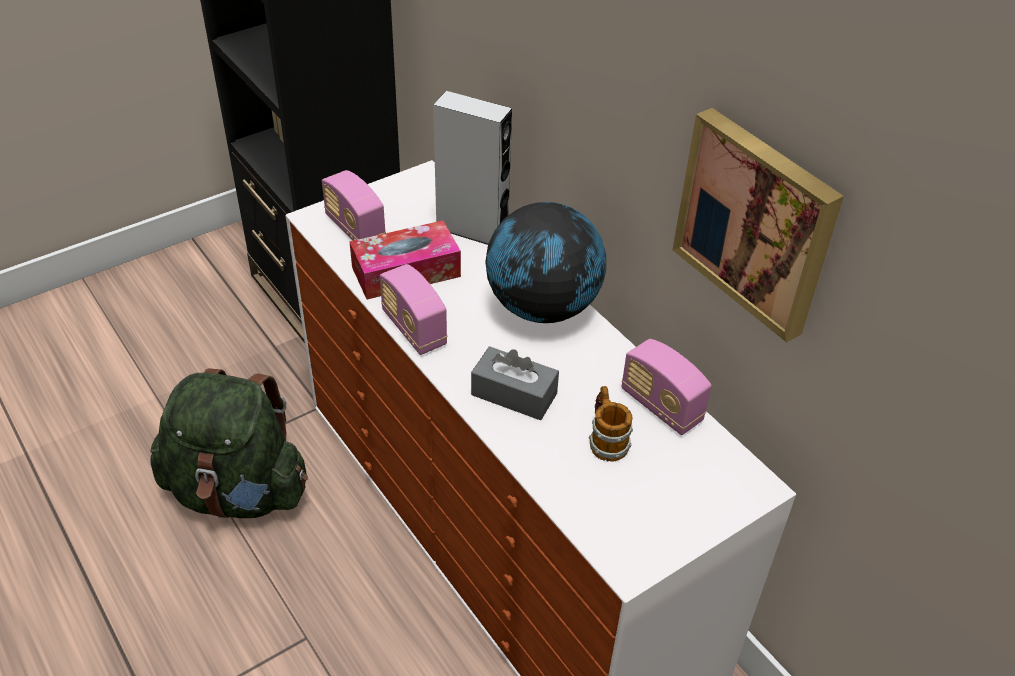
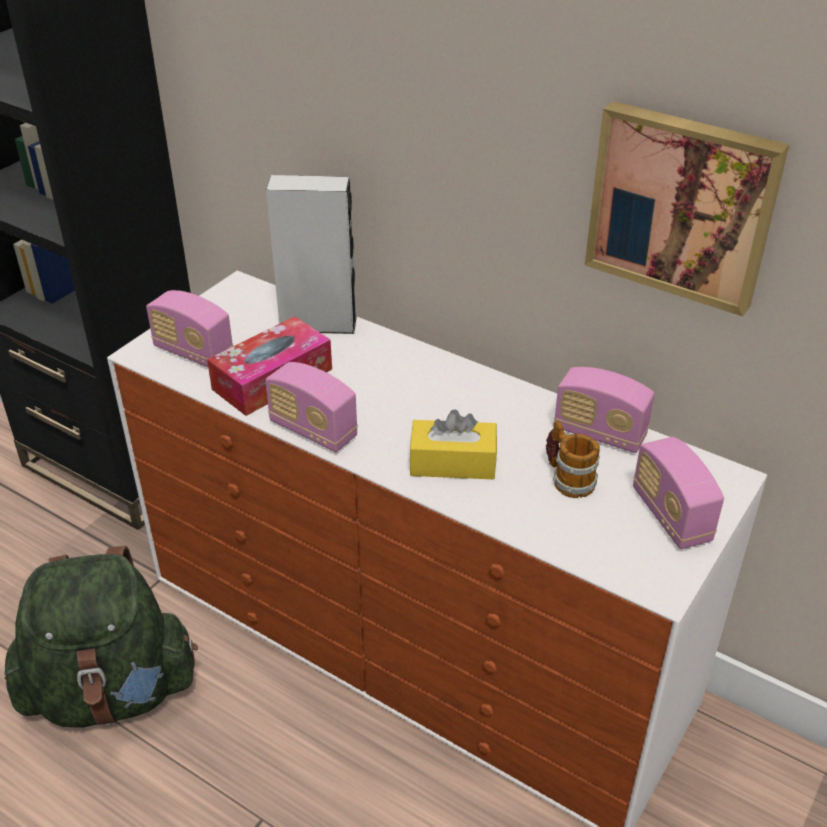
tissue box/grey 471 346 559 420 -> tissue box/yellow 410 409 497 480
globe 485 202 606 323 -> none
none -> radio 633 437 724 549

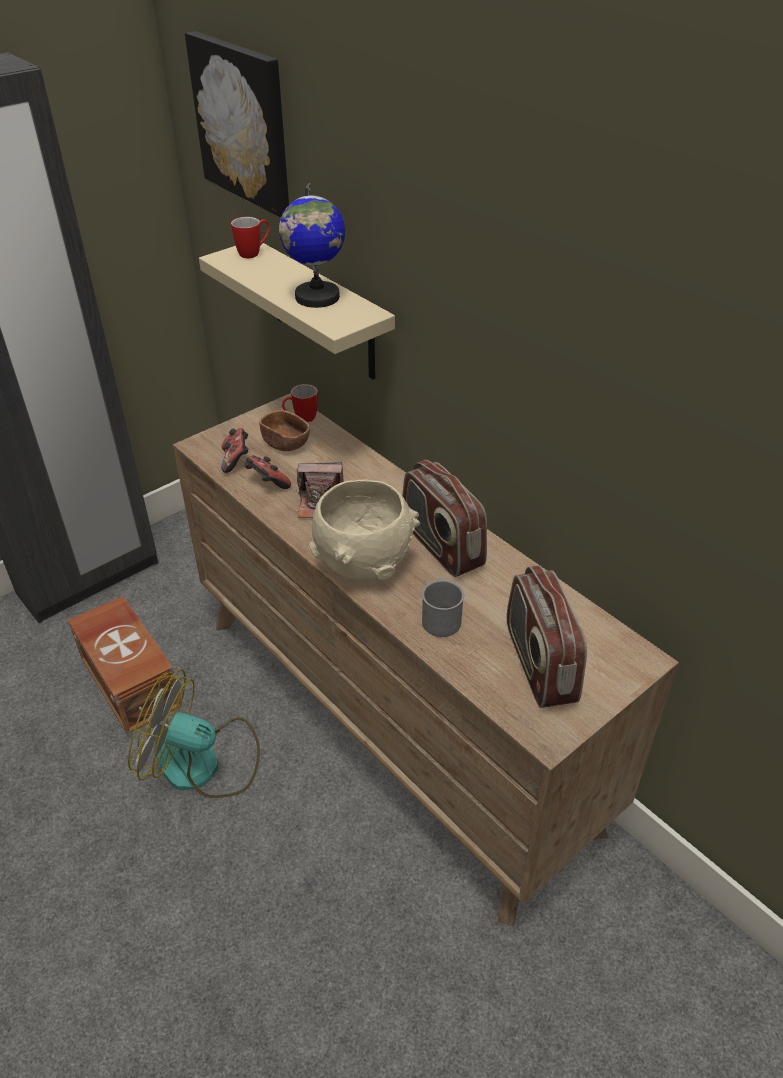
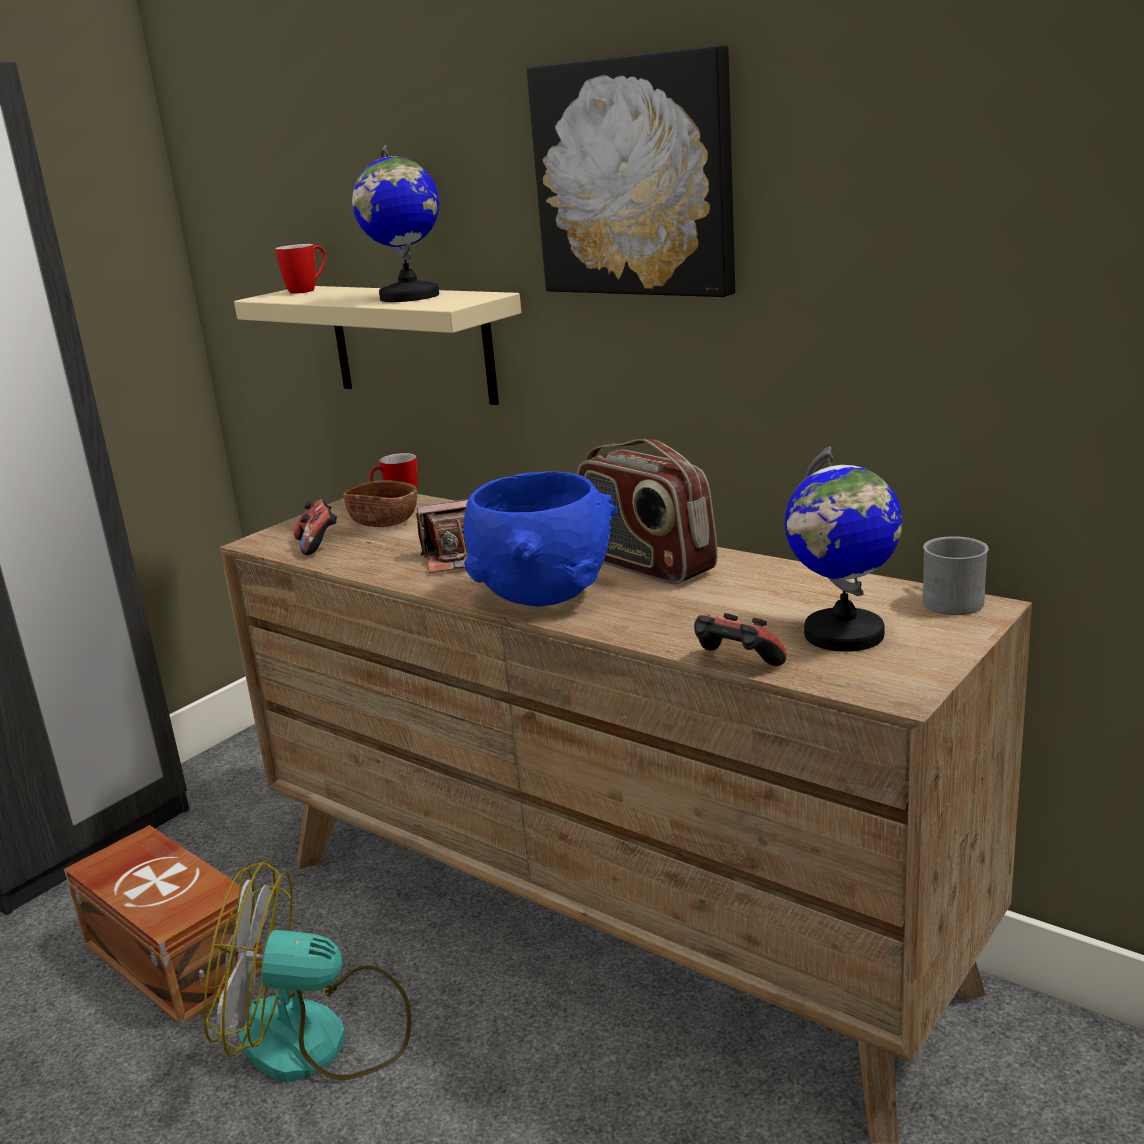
picture 185 31 289 217 -> picture 527 45 735 297, relocated
game controller 245 455 291 489 -> game controller 694 613 786 666, relocated
bowl/beige 309 480 420 580 -> bowl/blue 463 471 618 607
mug/grey 422 578 464 637 -> mug/grey 923 536 989 615, relocated
radio 507 566 587 708 -> globe 785 446 902 652

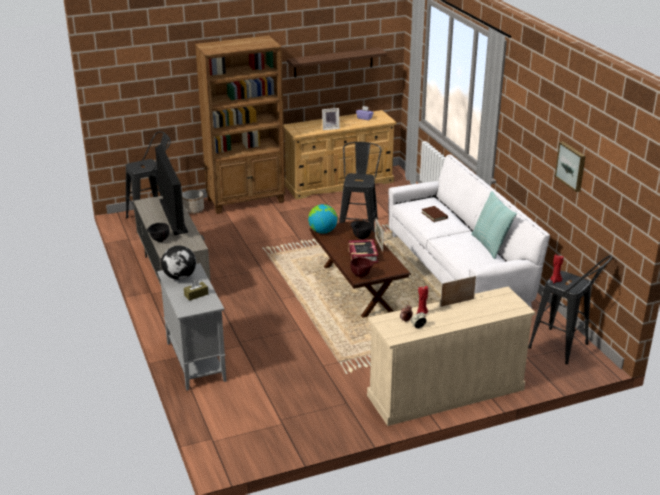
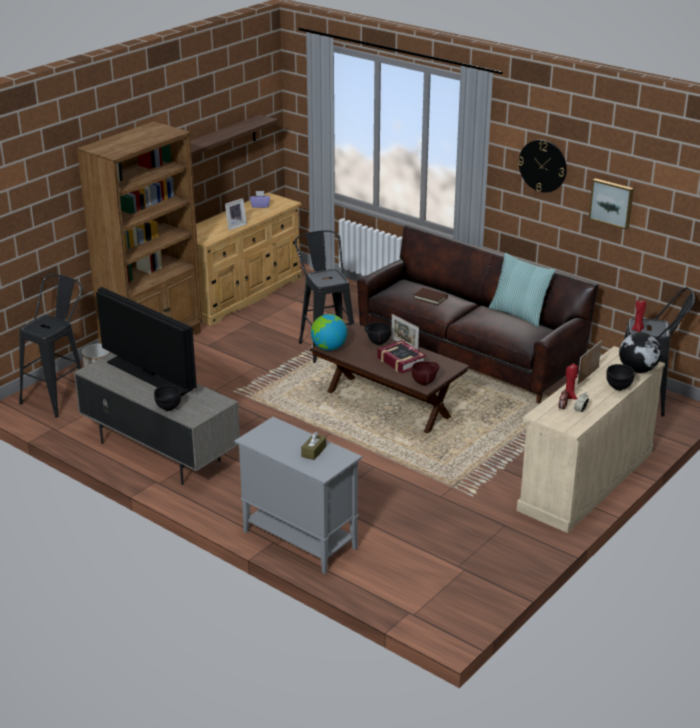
globe 161 246 196 280 -> globe 619 332 661 373, relocated
sofa/white 388 155 550 308 -> sofa/brown 357 225 599 404
none -> wall clock 518 140 567 193
none -> bowl/black 606 364 635 391

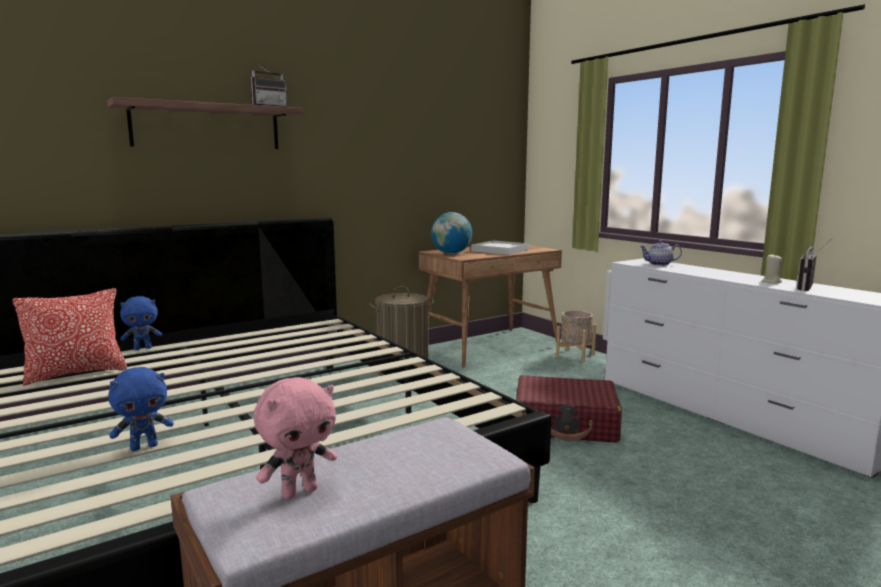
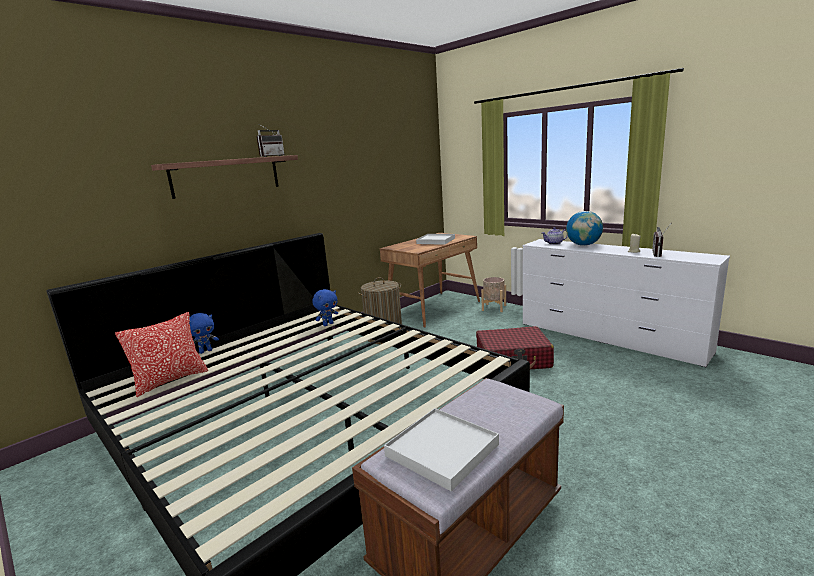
plush toy/blue 108 367 174 451 -> plush toy/blue 312 289 338 326, relocated
plush toy/pink 254 377 337 499 -> tray/white 384 408 499 491
globe 431 212 472 254 -> globe 566 211 603 246, relocated

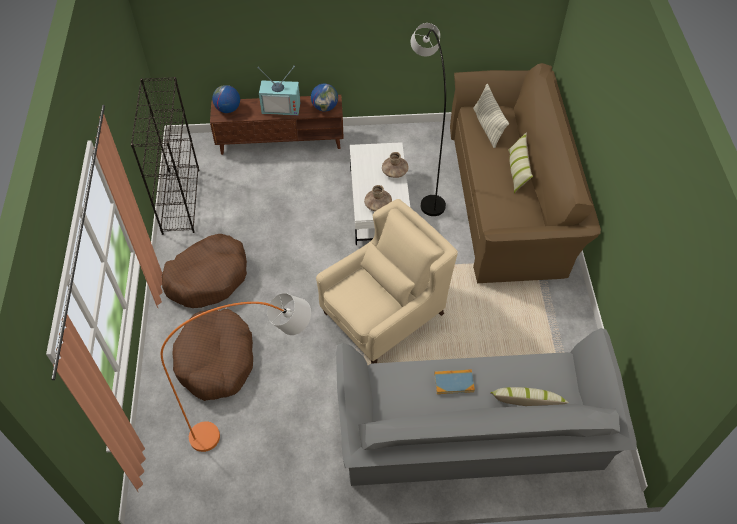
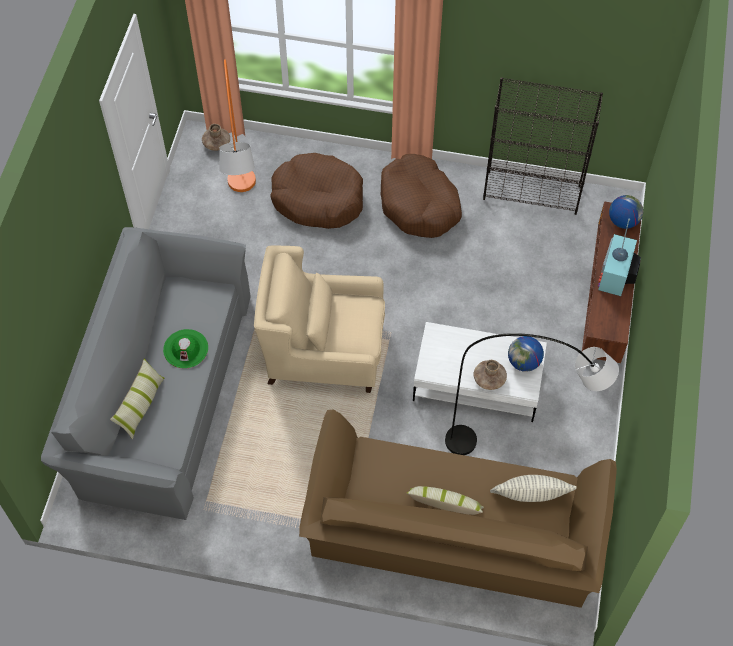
globe 311 84 338 112 -> globe 508 336 544 372, relocated
armchair/beige 316 199 458 364 -> armchair/beige 254 246 385 393, 120 degrees clockwise
vase/brown 364 185 392 211 -> vase/brown 202 124 230 151, relocated
book 434 369 475 394 -> hat/green 163 329 208 369

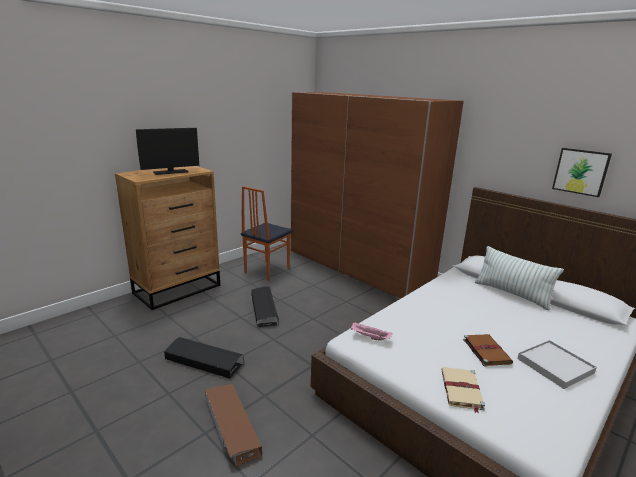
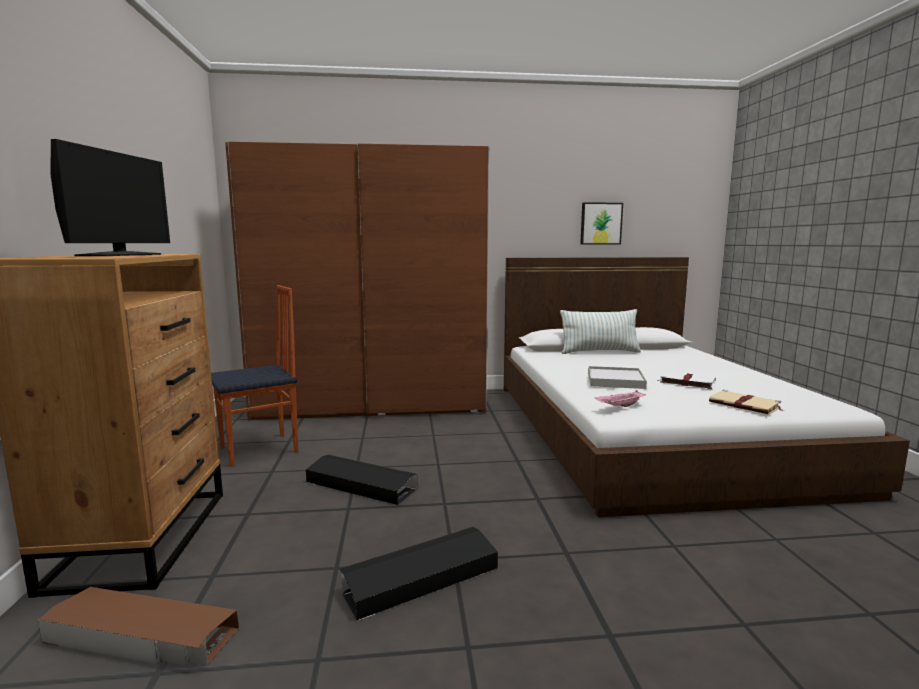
storage box/brown 205 384 263 466 -> storage box/brown 38 587 239 665, relocated
chair 241 186 293 281 -> chair 211 285 298 467, 105 degrees counterclockwise
book/brown 463 334 513 366 -> book/white 656 371 716 389
tray/white 517 340 597 389 -> tray/white 588 366 647 389, relocated

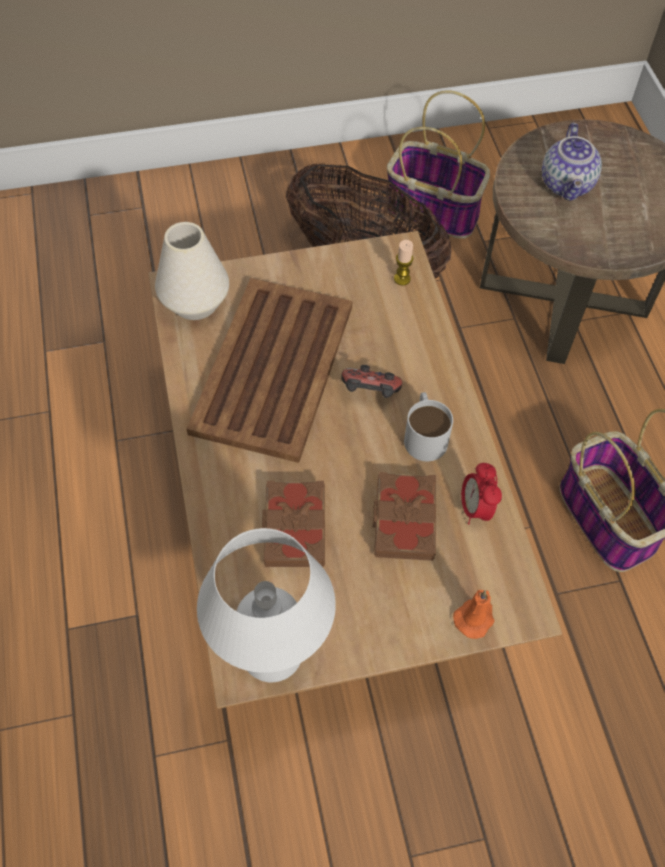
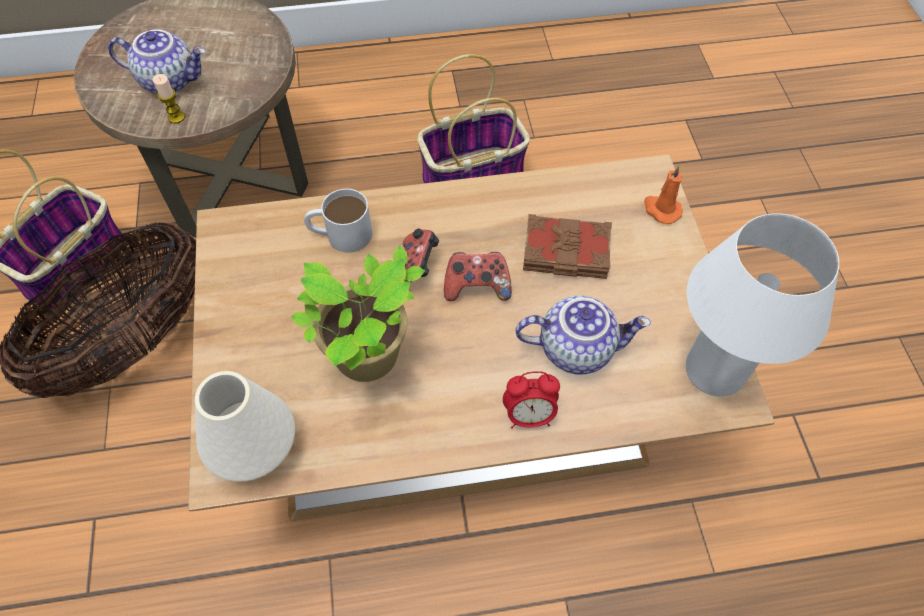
tray/brown 187 278 353 463 -> potted plant 291 245 425 382
book/brown 262 481 325 567 -> teapot 516 296 651 374
candle 394 240 413 286 -> candle 153 74 185 124, relocated
mug/white 404 392 453 461 -> mug/white 304 189 372 253, relocated
alarm clock 461 463 502 524 -> alarm clock 503 371 560 429, relocated
none -> game controller 444 252 512 301

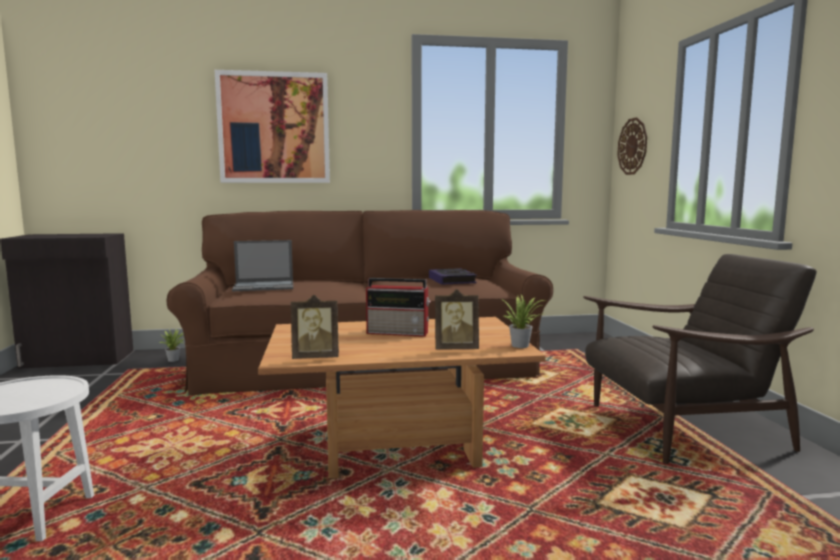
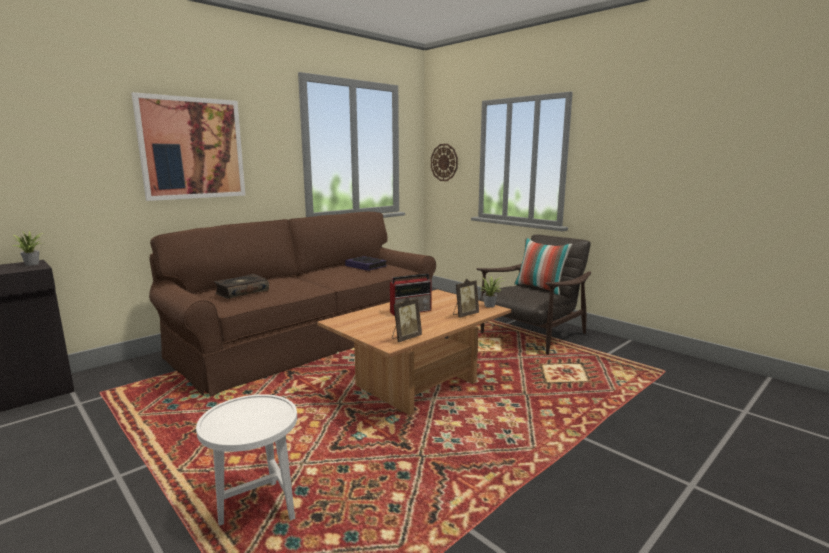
potted plant 159 329 185 362 -> potted plant 12 230 45 266, relocated
laptop 232 240 293 291 -> book 214 274 269 299
none -> pillow 514 238 573 295

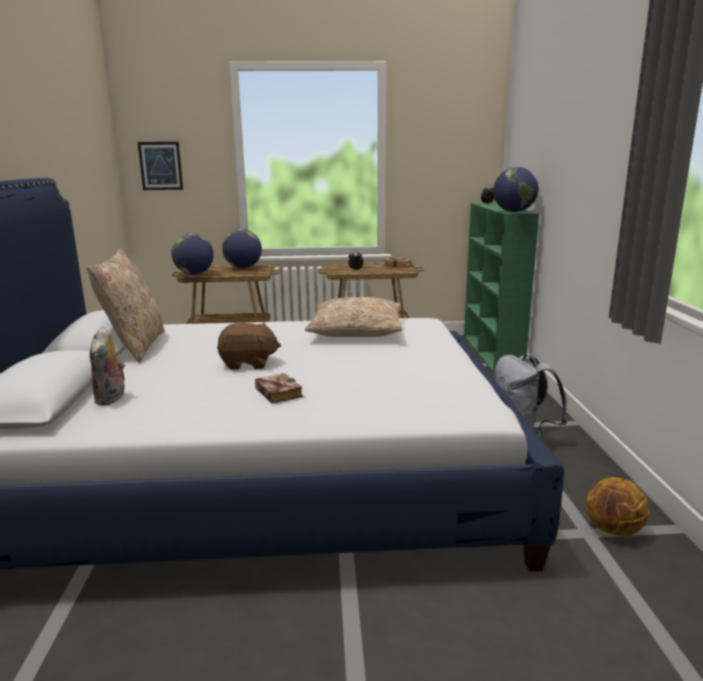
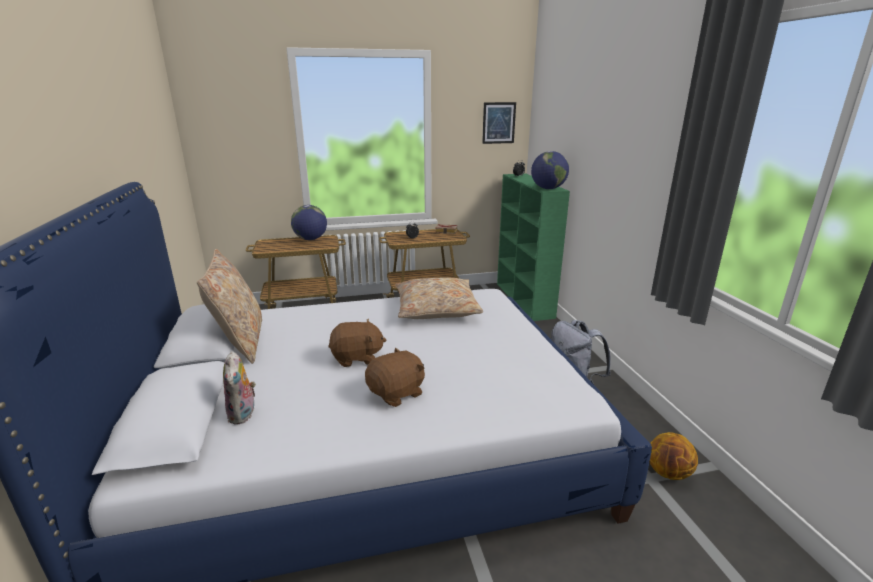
picture 138 142 183 190 -> picture 482 102 516 144, relocated
globe 171 233 214 275 -> none
book 255 373 303 404 -> plush toy/brown 365 347 425 407

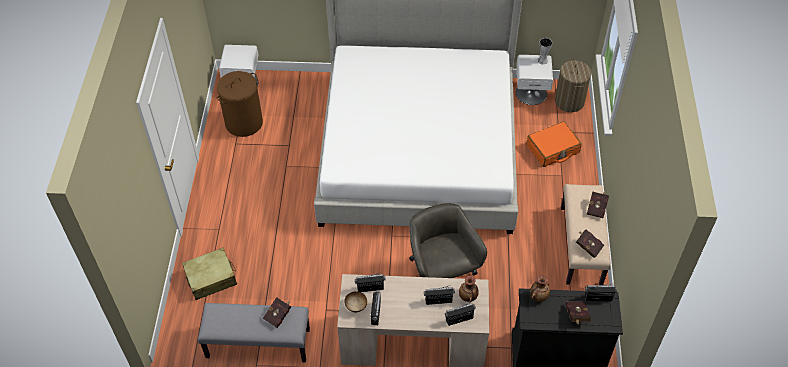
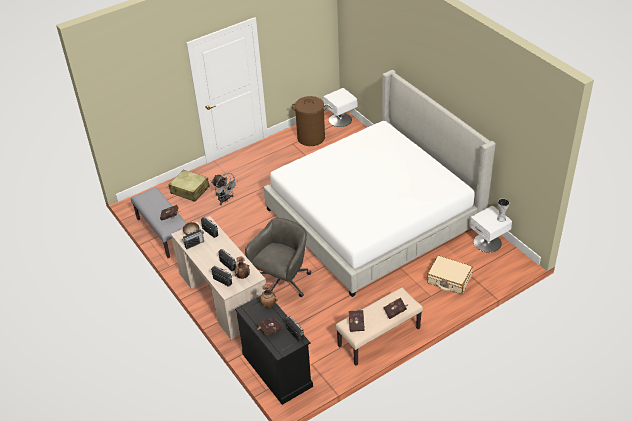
suitcase/orange 527 121 582 167 -> suitcase/beige 427 255 473 294
laundry basket 555 59 592 112 -> none
none -> fan/grey 212 173 237 205

